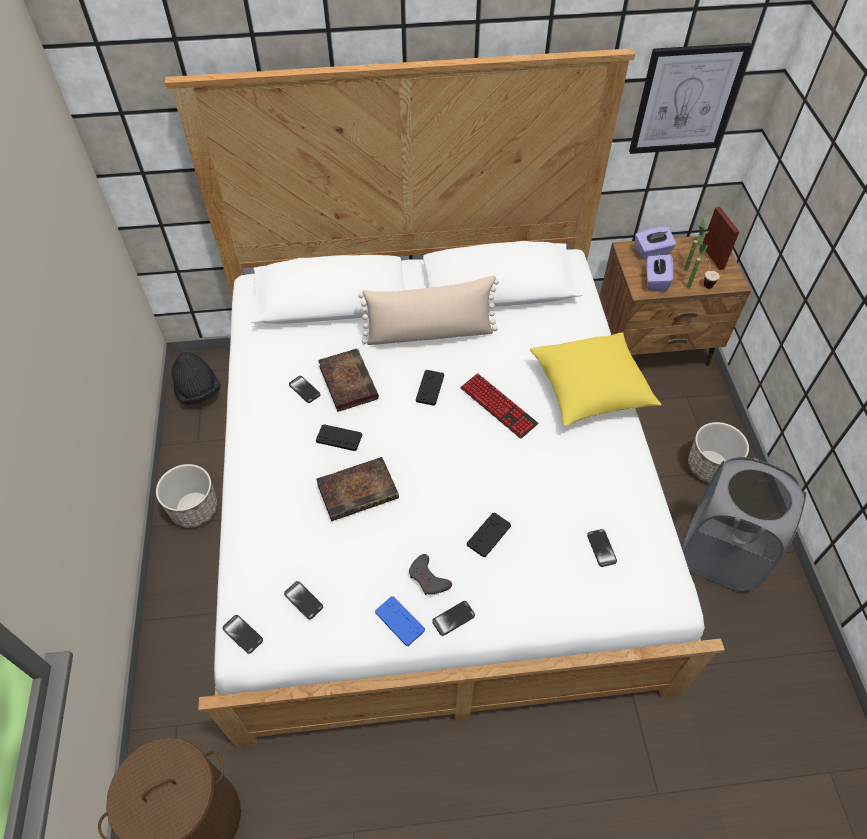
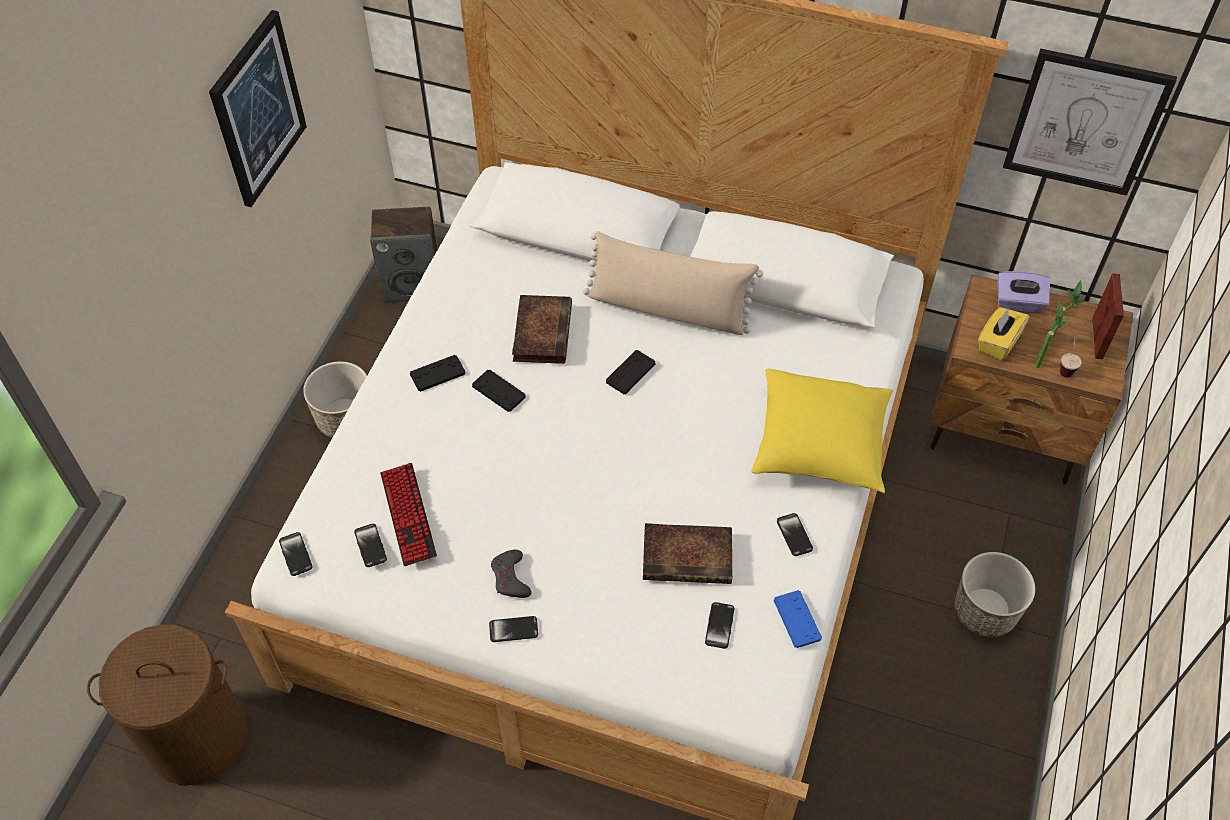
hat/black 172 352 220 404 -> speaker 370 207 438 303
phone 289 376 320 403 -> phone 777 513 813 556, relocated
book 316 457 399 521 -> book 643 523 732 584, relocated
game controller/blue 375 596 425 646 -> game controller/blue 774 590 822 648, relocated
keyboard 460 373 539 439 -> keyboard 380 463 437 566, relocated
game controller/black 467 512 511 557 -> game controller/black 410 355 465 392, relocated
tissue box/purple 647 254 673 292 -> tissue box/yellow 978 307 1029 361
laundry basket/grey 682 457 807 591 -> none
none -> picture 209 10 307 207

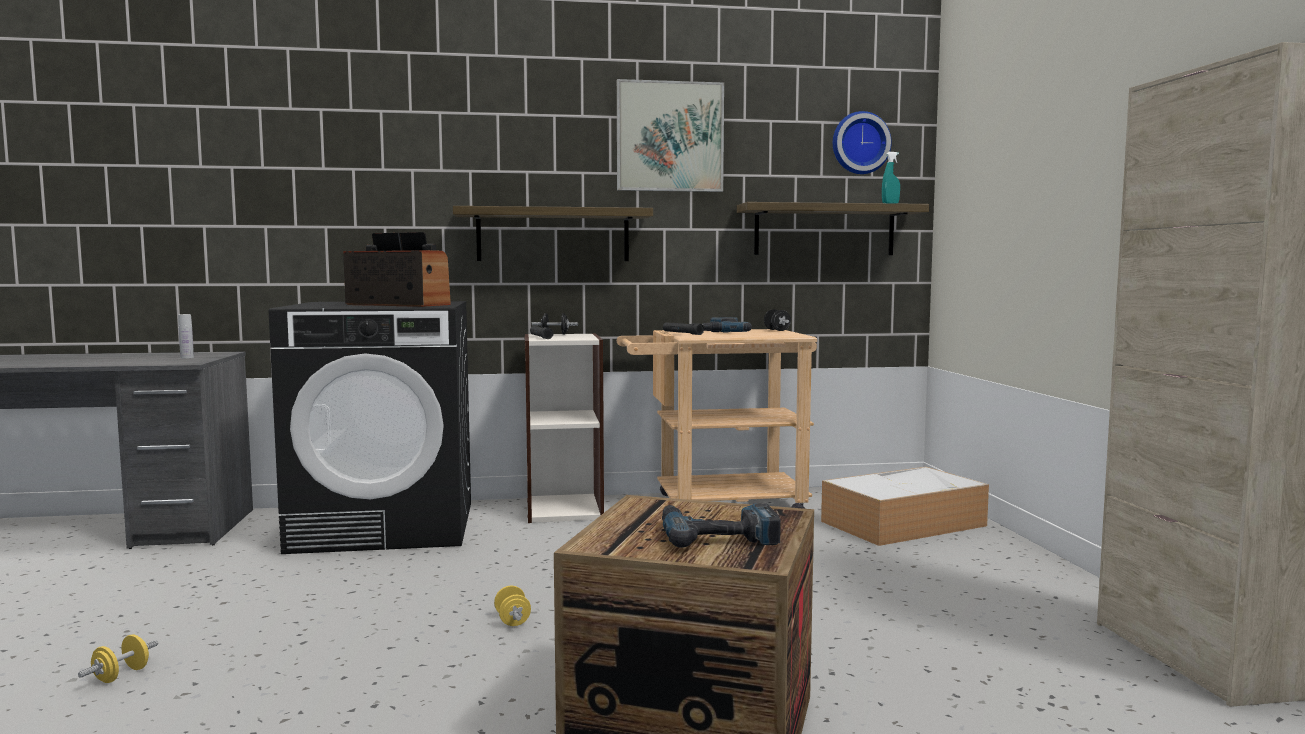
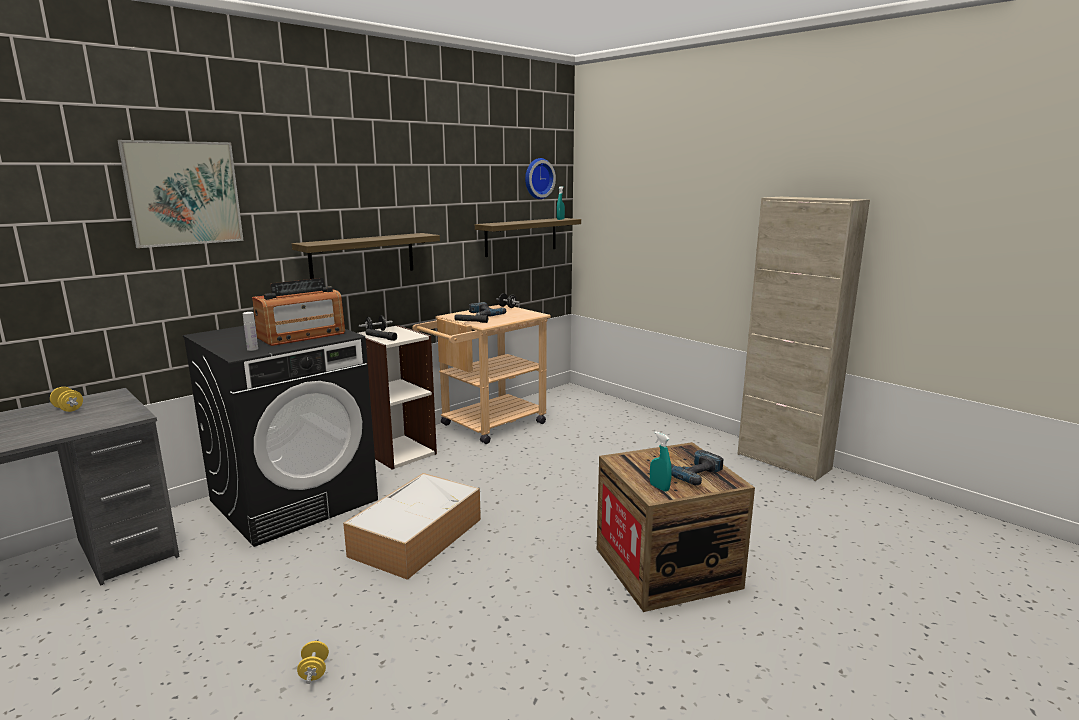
bottle/white 178 314 194 358 -> bottle/white 243 312 258 351, relocated
radio 343 232 451 307 -> radio 252 278 345 346, 150 degrees clockwise
dumbbell/yellow 494 586 531 626 -> dumbbell/yellow 50 387 83 412, relocated
picture 617 79 724 192 -> picture 117 140 244 248, relocated
storage box 821 467 989 546 -> storage box 343 473 481 580, relocated
none -> spray bottle/turquoise 650 431 672 492

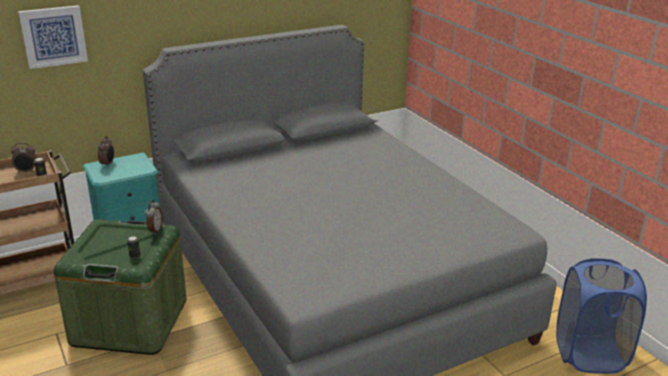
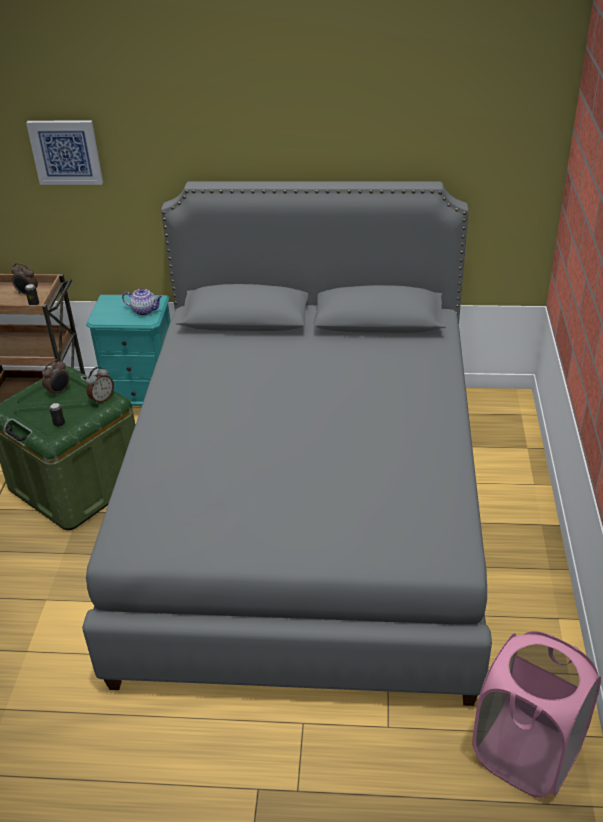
alarm clock 98 136 114 167 -> alarm clock 42 359 70 397, relocated
laundry basket/blue 556 258 647 374 -> laundry basket/pink 472 631 601 798
none -> teapot 122 289 162 315

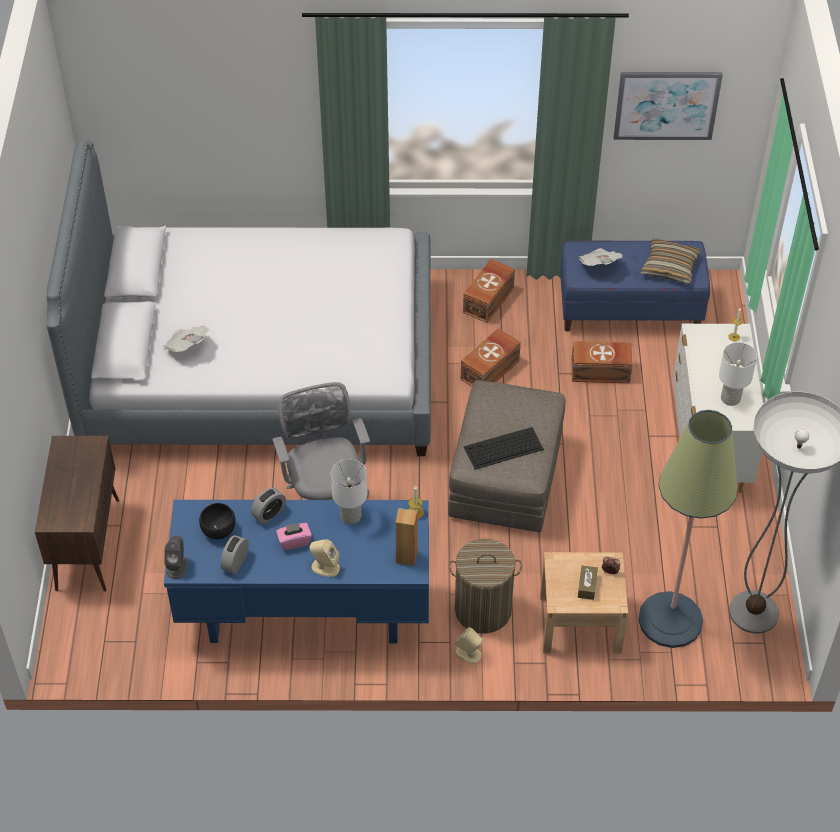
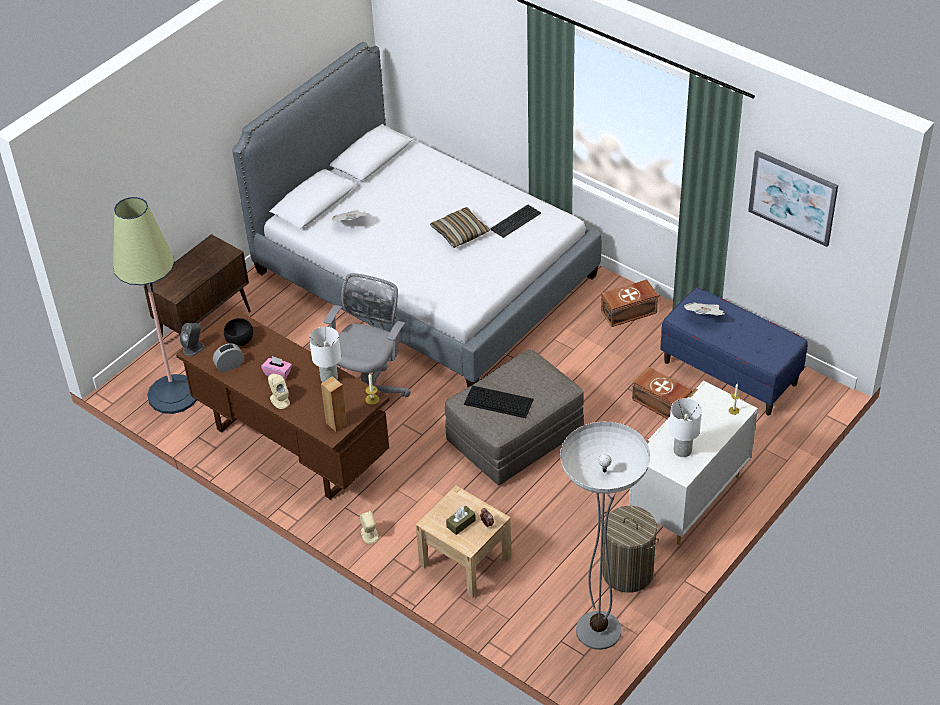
desk/blue 164 500 429 644 -> desk/brown 176 308 390 500
alarm clock 251 488 286 524 -> none
laundry basket 448 538 522 634 -> laundry basket 601 506 659 593, relocated
storage box/brown 461 328 521 387 -> none
floor lamp 638 410 737 648 -> floor lamp 113 197 197 414, relocated
pillow 640 238 701 284 -> pillow 430 207 490 248, relocated
none -> keyboard 490 205 541 238

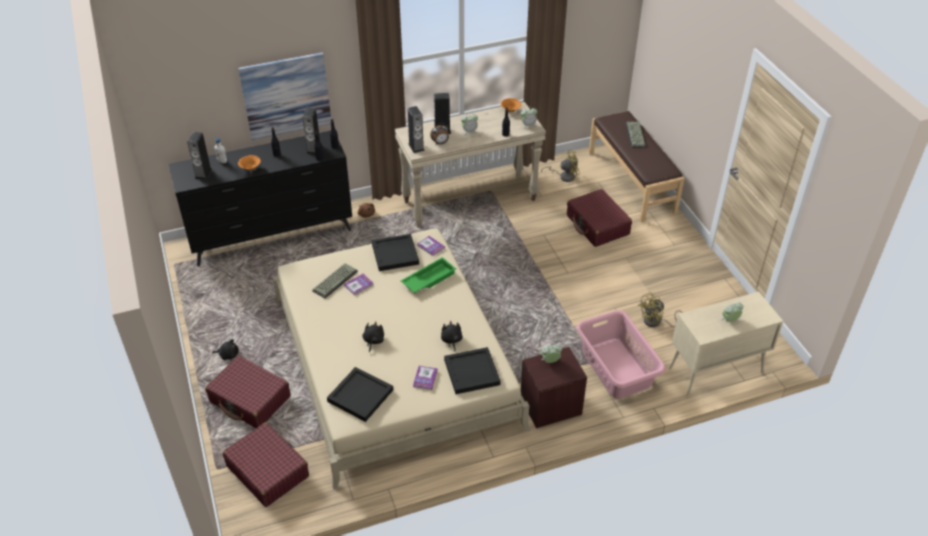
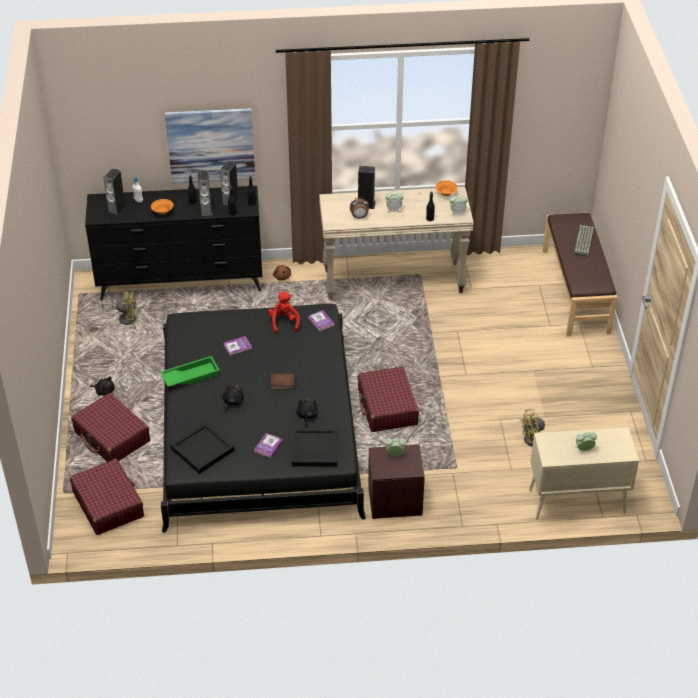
bed/beige 273 228 530 489 -> bed/black 161 304 366 533
keyboard 312 263 358 298 -> none
tray/black 372 234 419 271 -> plush toy/red 268 291 300 333
tray/green 401 257 456 293 -> tray/green 160 356 220 387, relocated
speaker 408 106 425 153 -> speaker 198 171 213 218, relocated
fan/yellow 541 150 580 182 -> fan/yellow 102 290 137 325, relocated
suitcase/red 567 189 632 247 -> suitcase/red 358 367 419 432, relocated
laundry basket/pink 576 310 665 399 -> none
none -> book 271 373 295 389

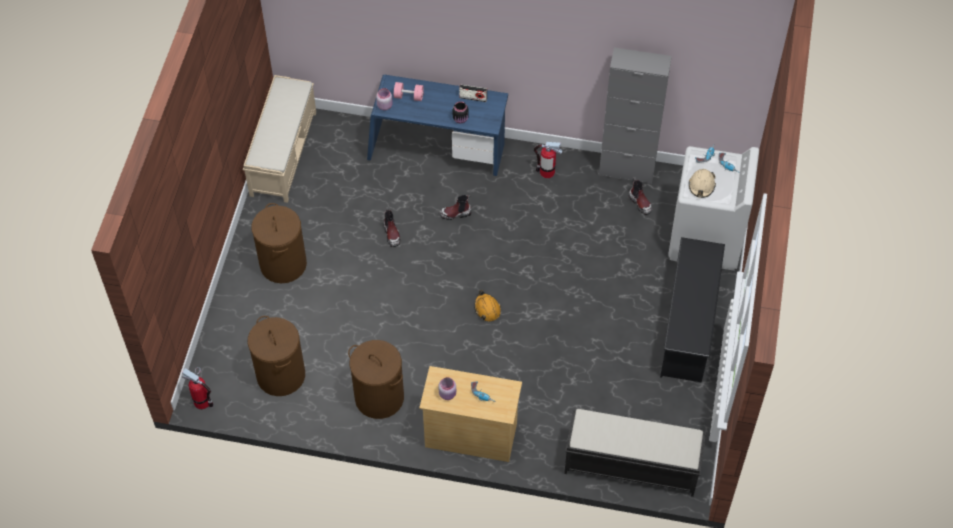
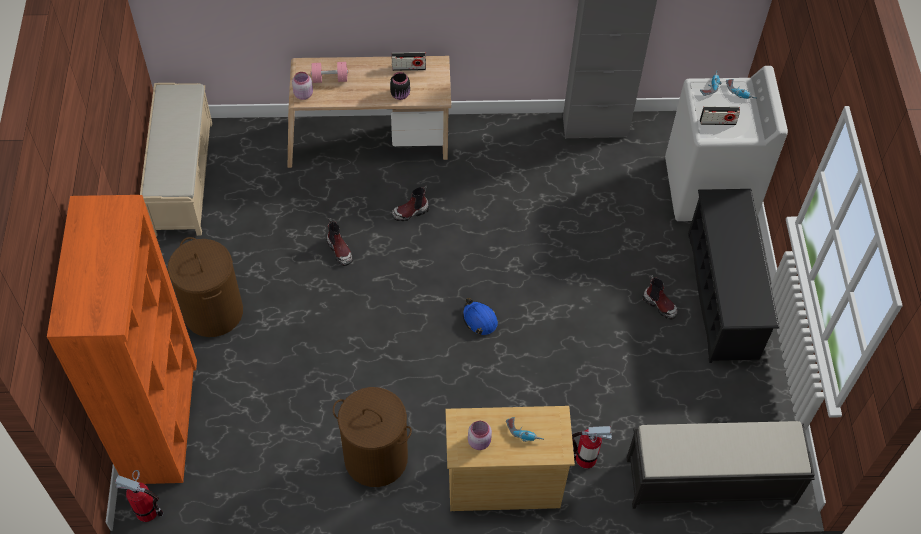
laundry basket/brown 248 316 305 396 -> none
desk/blue 367 75 508 176 -> desk/beige 288 56 451 168
hard hat/orange 474 290 501 322 -> hard hat/blue 463 298 498 335
fire extinguisher 534 142 562 178 -> fire extinguisher 572 426 612 469, relocated
boot 629 177 652 215 -> boot 642 275 678 320, relocated
hard hat/beige 689 169 716 198 -> radio 700 106 740 125
none -> bookcase/orange 47 195 197 484

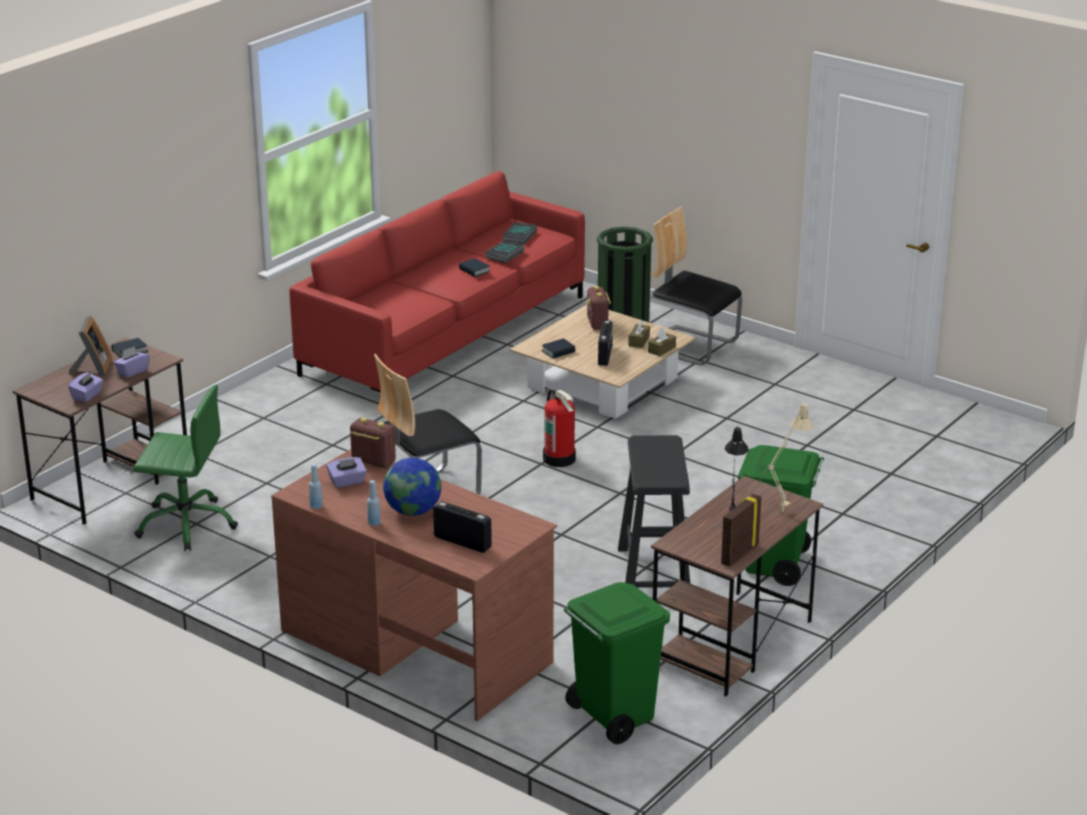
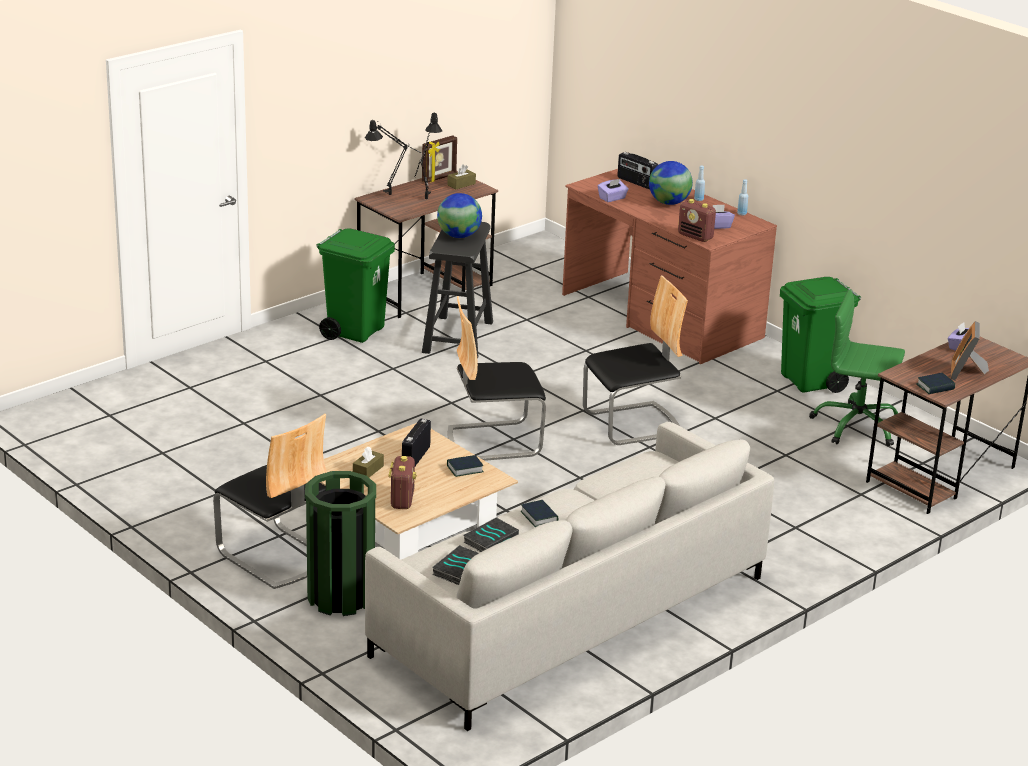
tissue box/purple 114 346 150 378 -> tissue box/purple 598 179 629 202, relocated
sofa/red 290 171 585 393 -> sofa/grey 365 422 774 731
fire extinguisher 543 390 576 467 -> chair 448 296 546 461
trash can/green 564 582 670 744 -> trash can/green 780 277 861 393, relocated
tissue box/brown 648 328 676 356 -> tissue box/brown 447 164 476 189, relocated
table lamp/beige 754 403 814 512 -> table lamp/black 365 120 422 195
none -> globe 437 193 482 238

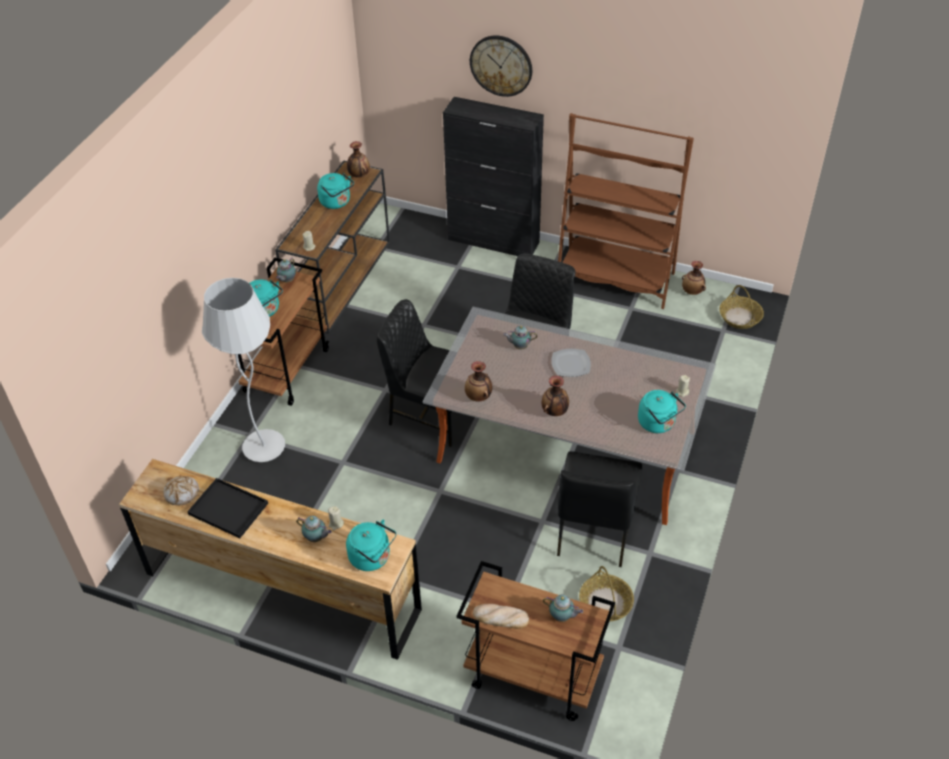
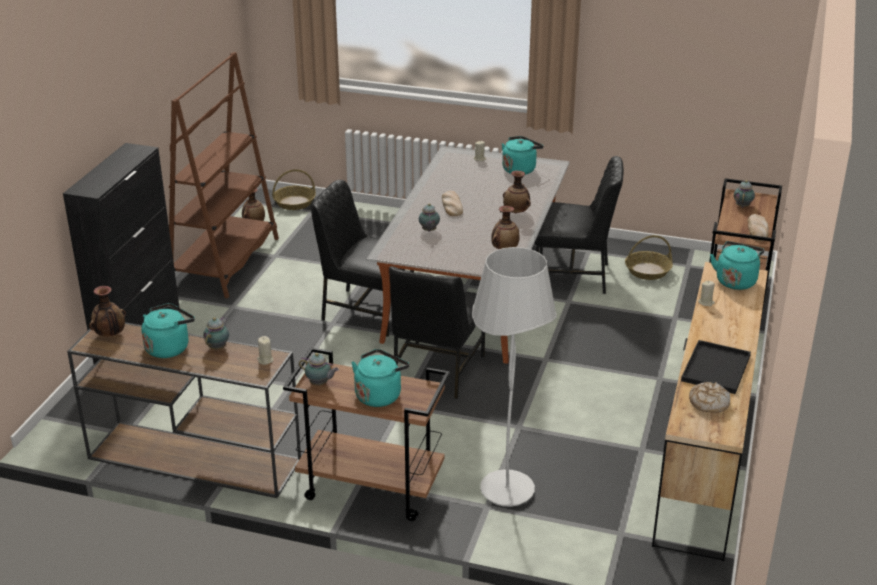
teapot 296 516 332 542 -> teapot 203 317 229 350, relocated
wall clock 470 36 532 97 -> none
plate 551 349 591 377 -> bread 442 191 463 216

